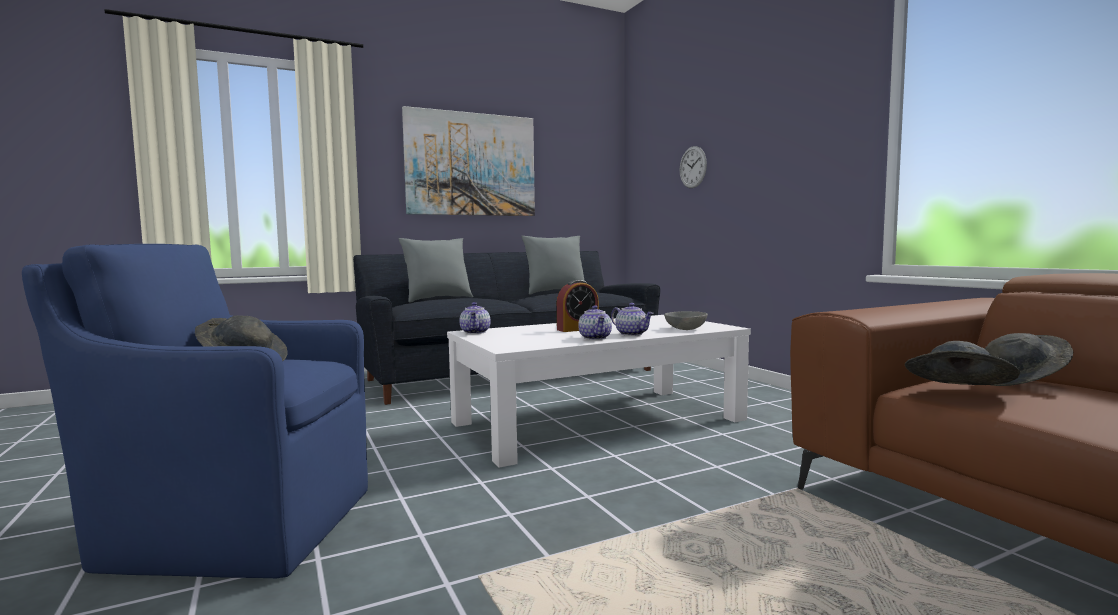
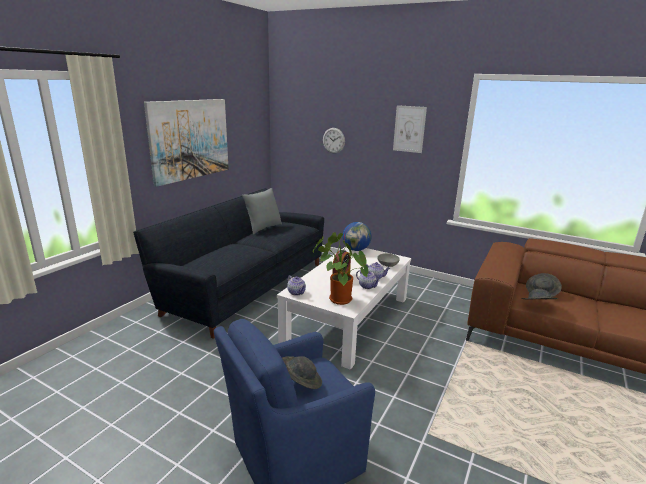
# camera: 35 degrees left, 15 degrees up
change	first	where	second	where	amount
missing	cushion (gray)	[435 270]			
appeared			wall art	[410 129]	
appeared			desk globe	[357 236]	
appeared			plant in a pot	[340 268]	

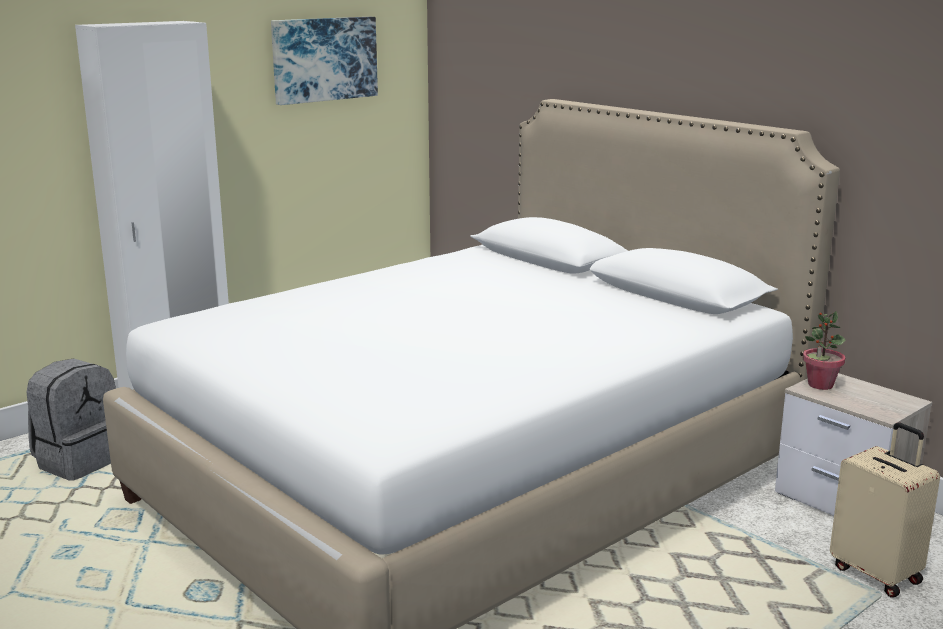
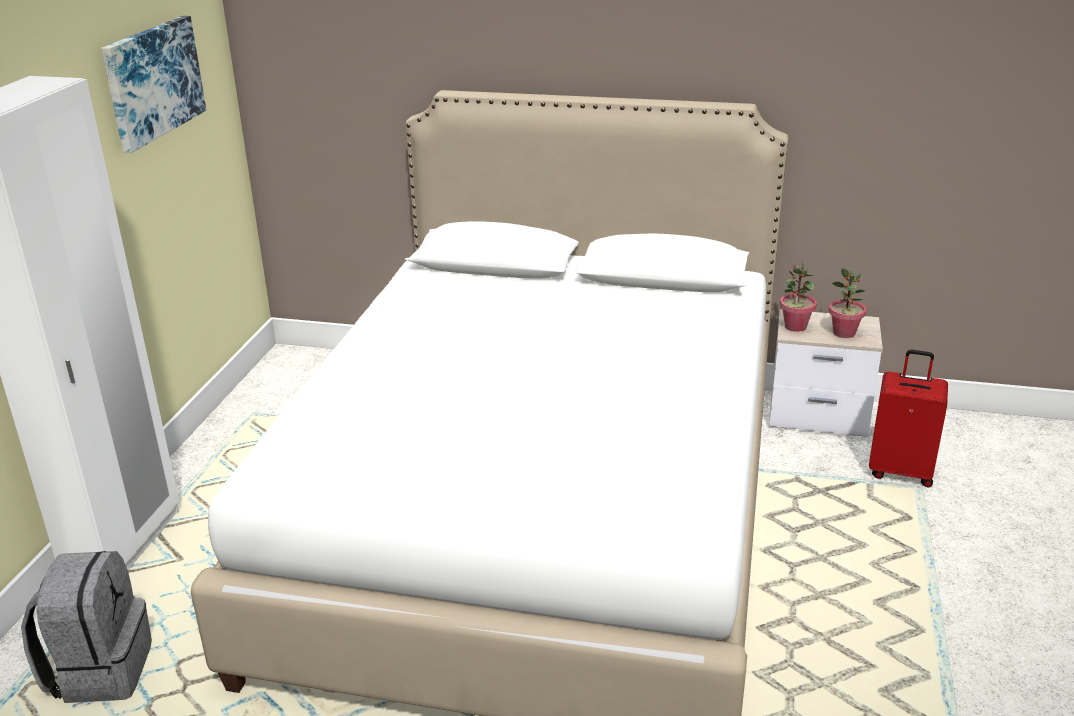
# camera: 35 degrees left, 10 degrees up
change	first	where	second	where	amount
colour	suitcase (sand-coloured)	[885 510]	suitcase (red)	[908 418]	
appeared			plant in a pot	[847 303]	

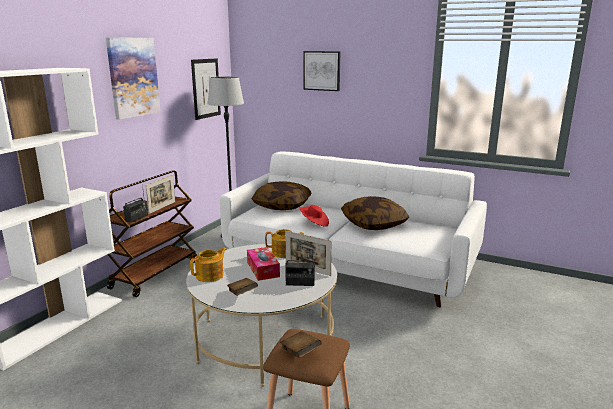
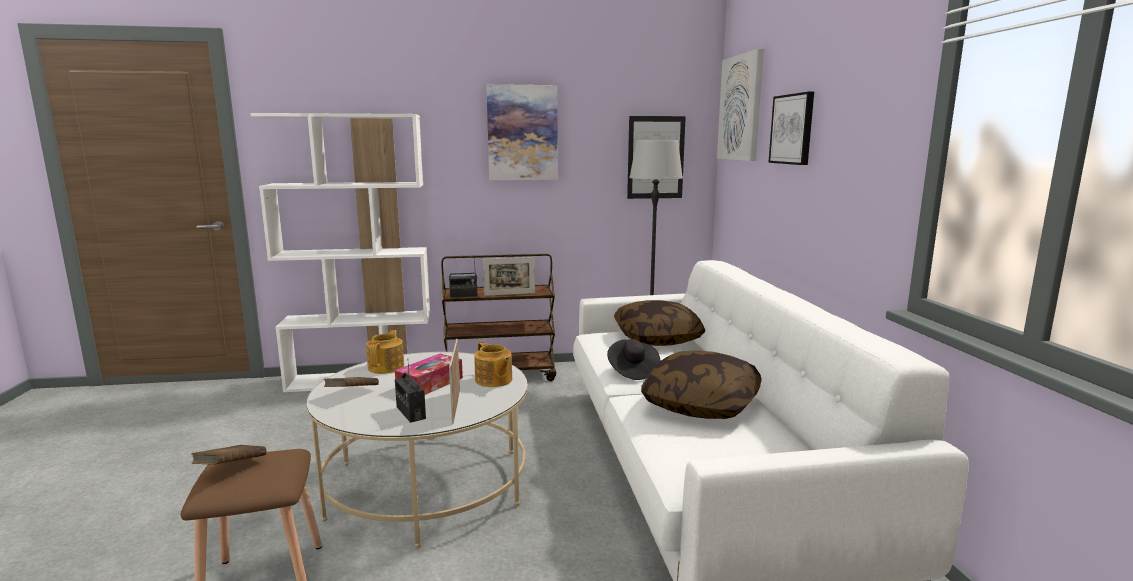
# camera: 55 degrees right, 5 degrees down
change	first	where	second	where	amount
colour	wearable hat (red)	[314 216]	wearable hat (black)	[633 359]	
spun	teapot	[208 264]		[385 352]	90 degrees counterclockwise
appeared			wall art	[740 105]	

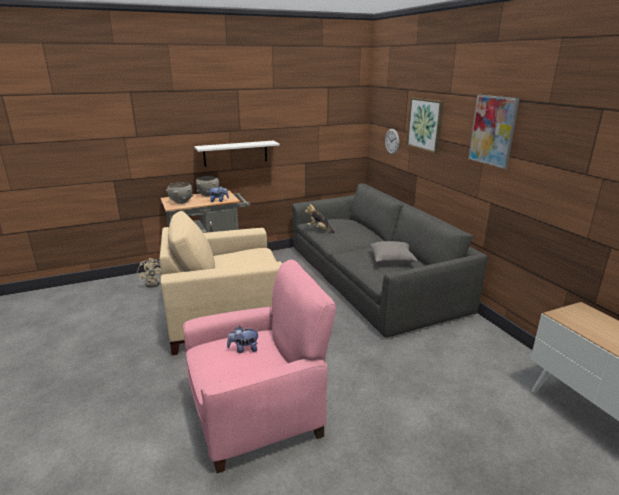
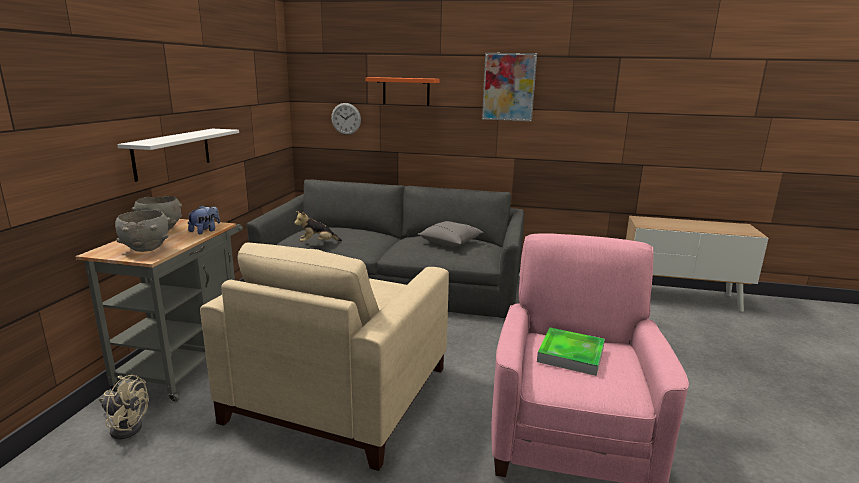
# camera: 55 degrees left, 5 degrees down
change	first	where	second	where	amount
exchanged	wall art	[425 125]	shelf (orange-coloured)	[402 91]	
exchanged	cuddly toy	[243 339]	carrying tray	[571 352]	

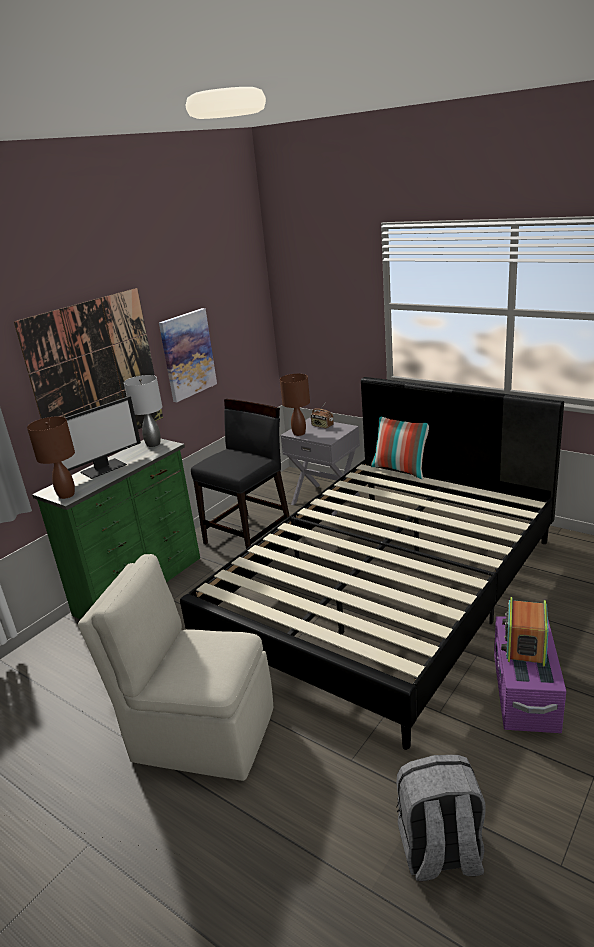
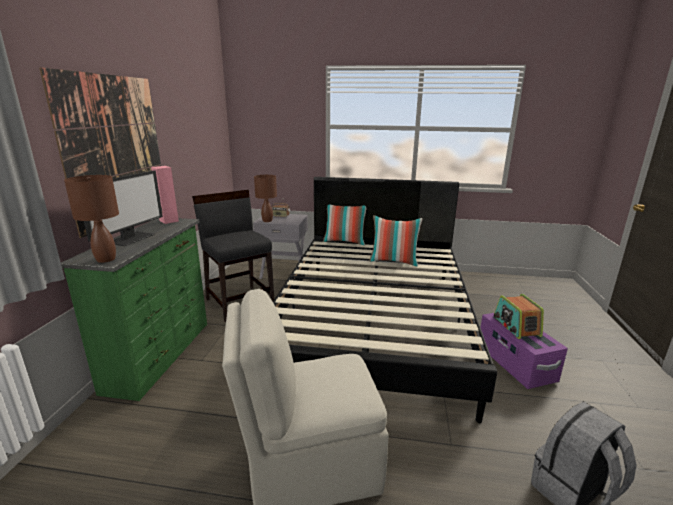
# camera: 30 degrees left, 5 degrees down
change	first	where	second	where	amount
missing	wall art	[188 355]			
exchanged	table lamp (gray)	[143 411]	loudspeaker (pink-coloured)	[165 195]	
spun	plain chair (black)	[240 474]		[233 256]	45 degrees counterclockwise
appeared			cushion	[396 241]	

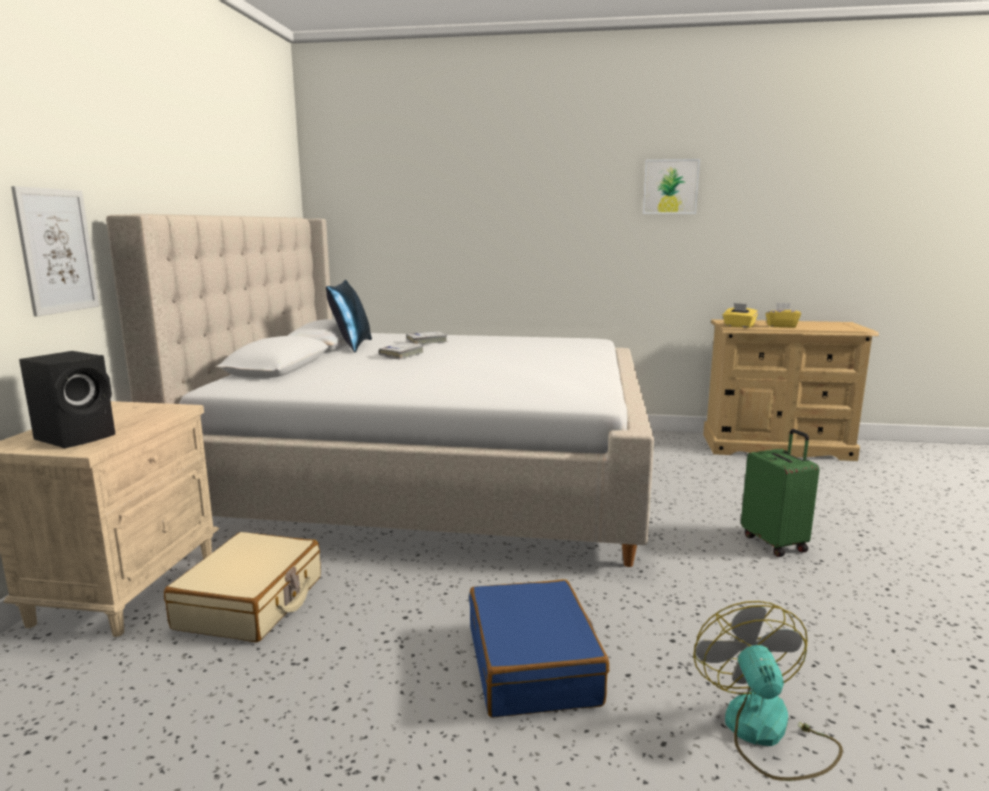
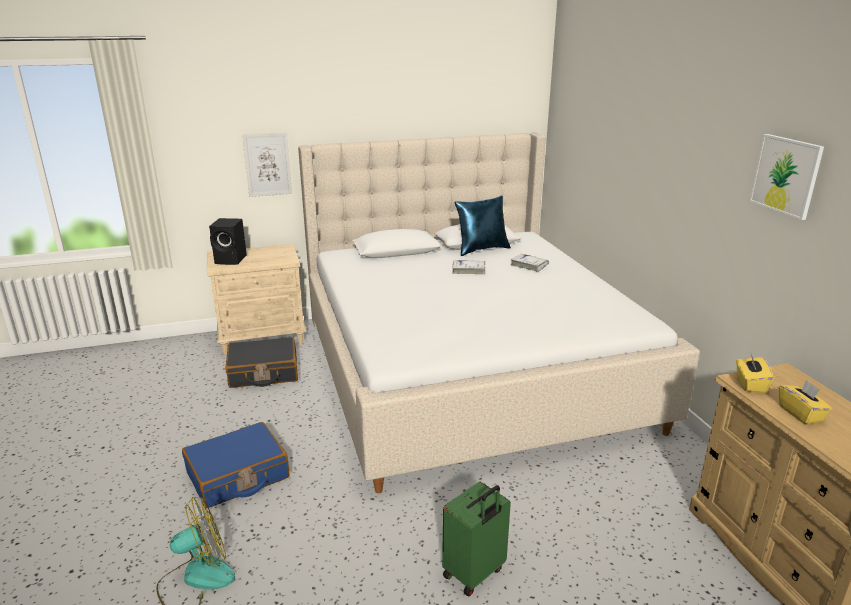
# camera: 65 degrees right, 10 degrees up
change	first	where	second	where	amount
colour	suitcase (sand-coloured)	[242 587]	suitcase (black)	[261 362]	

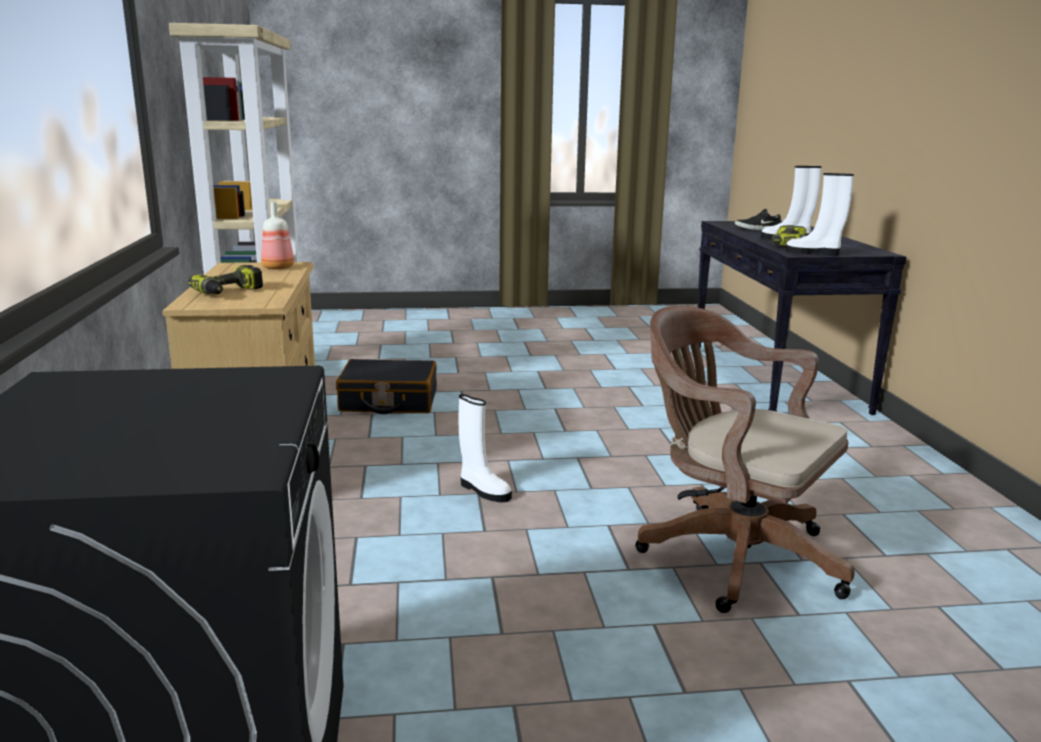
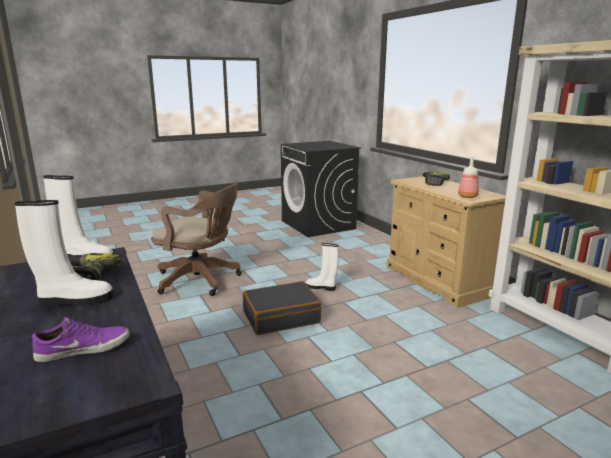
# camera: 160 degrees right, 0 degrees up
change	first	where	second	where	amount
colour	low shoe (black)	[758 219]	low shoe (purple)	[81 339]	
relocated	suitcase (black)	[386 386]		[282 308]	

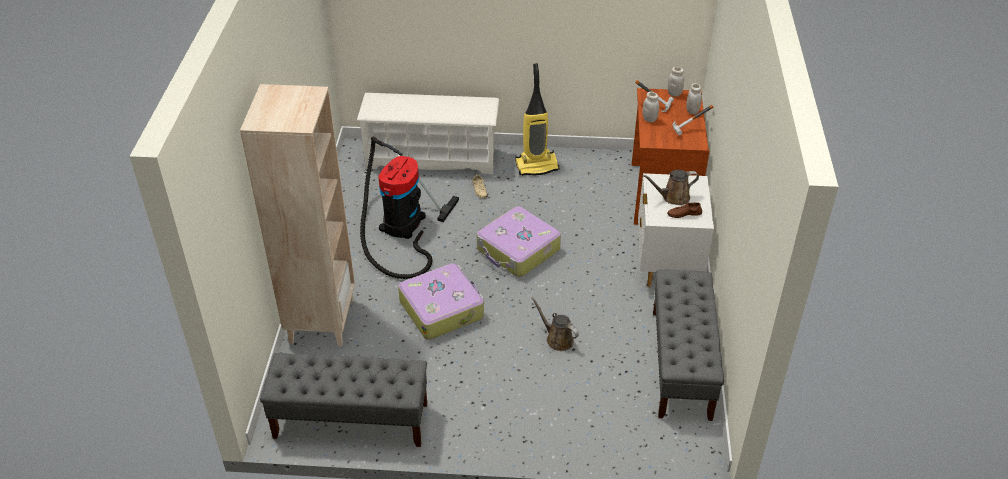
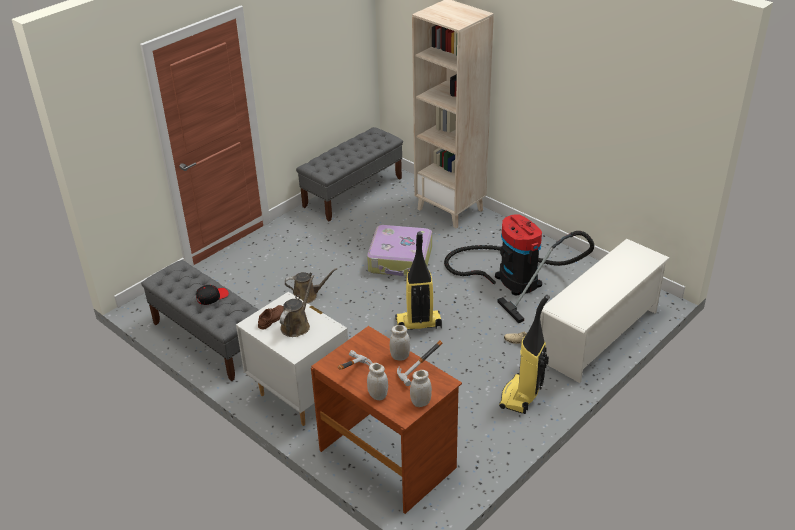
# camera: 130 degrees right, 5 degrees down
change	first	where	second	where	amount
exchanged	suitcase	[519 241]	hoover	[418 280]	
appeared			peaked cap (black)	[212 295]	

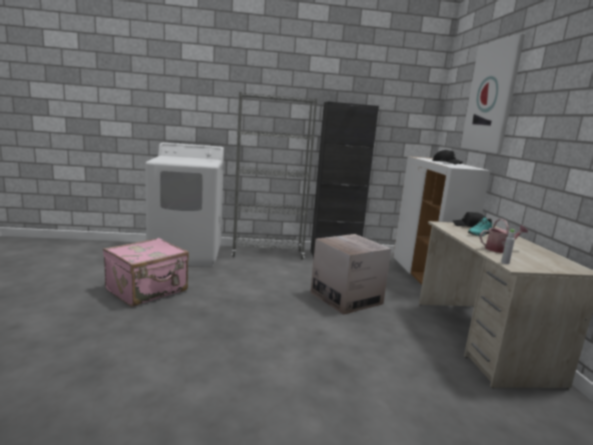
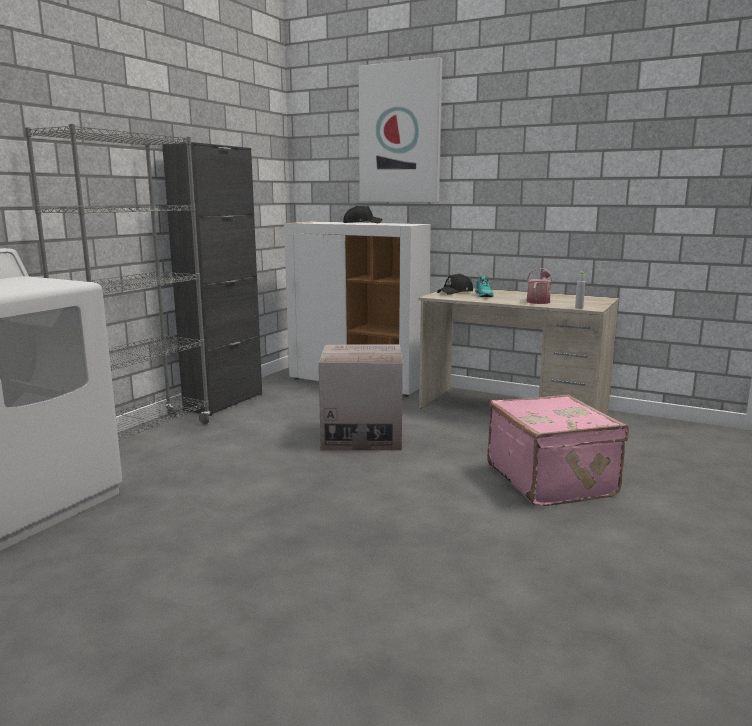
# camera: 55 degrees left, 0 degrees up
change	first	where	second	where	amount
relocated	suitcase (pink-coloured)	[146 272]		[558 450]	

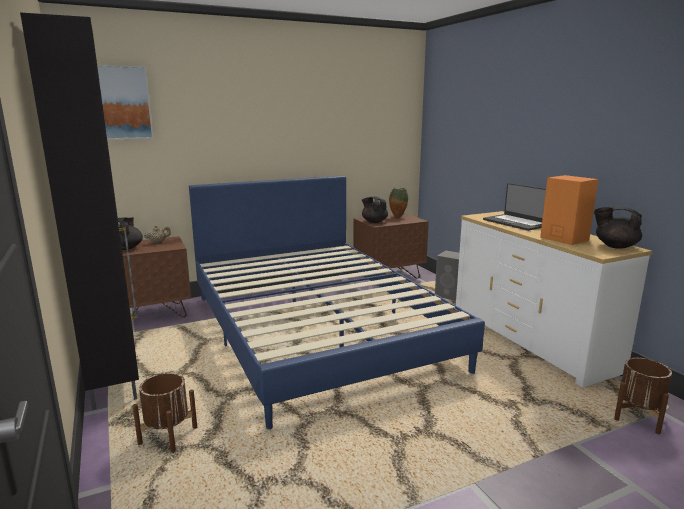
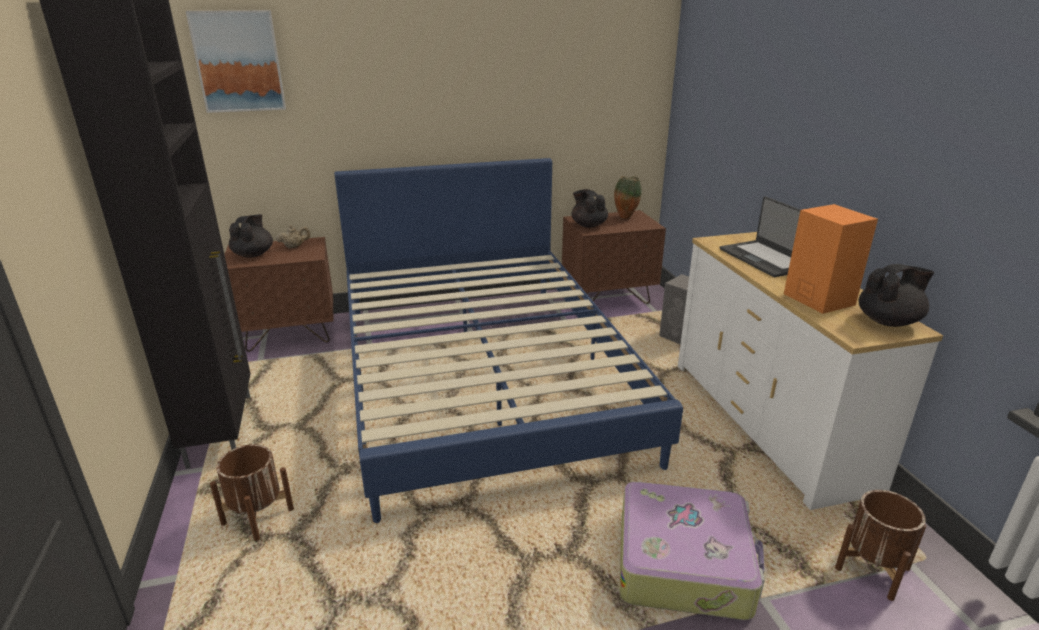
# camera: 10 degrees right, 10 degrees up
change	first	where	second	where	amount
spun	teapot (black)	[618 228]		[896 295]	120 degrees clockwise
appeared			suitcase	[692 551]	

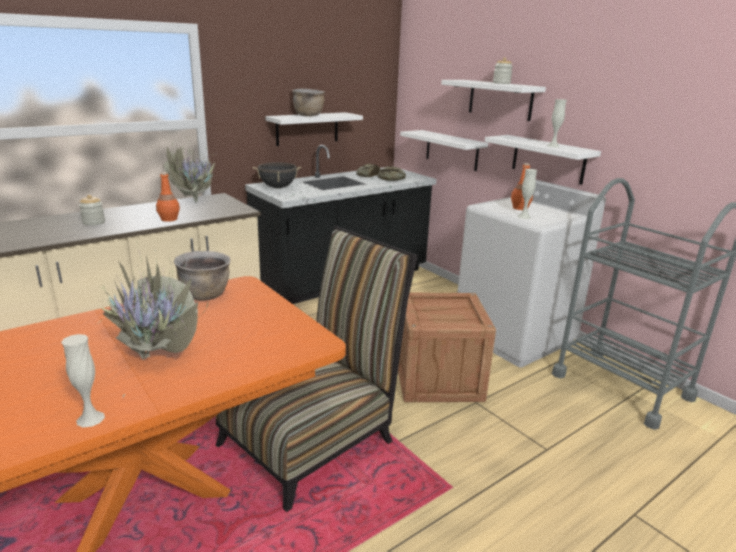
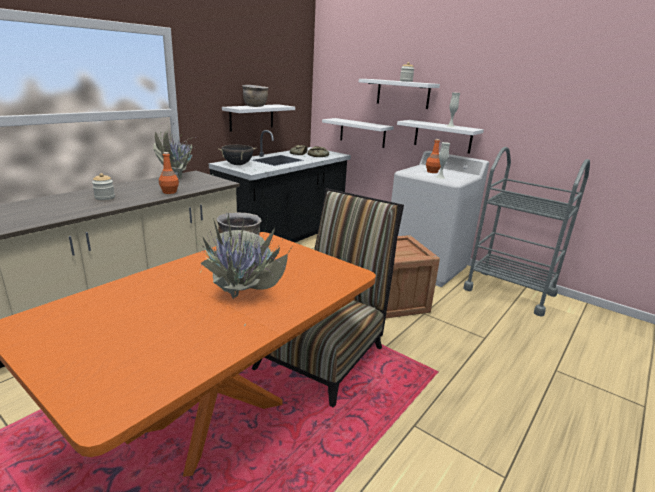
# camera: 15 degrees left, 0 degrees up
change	first	where	second	where	amount
missing	decorative vase (whitish)	[83 380]			

